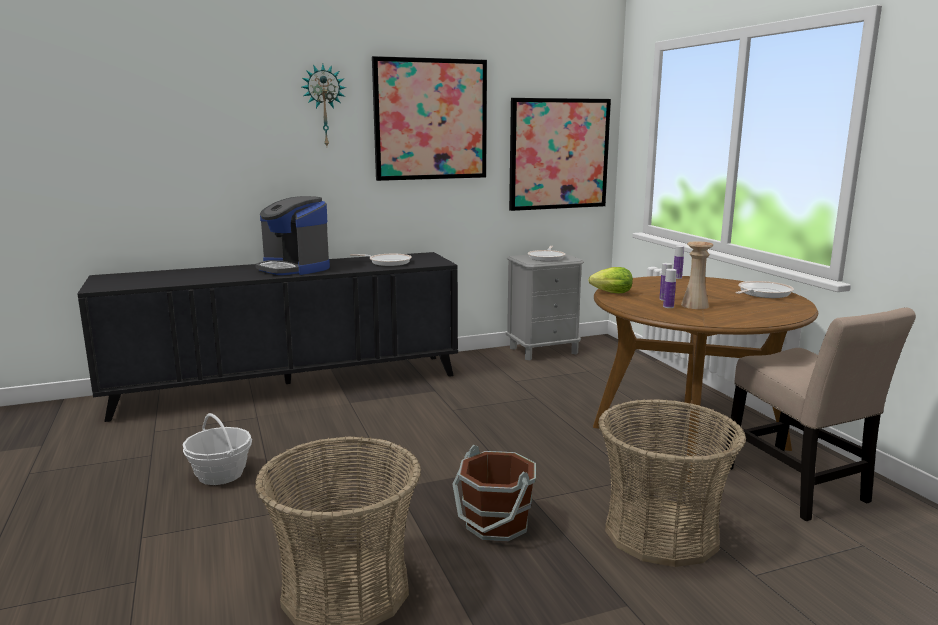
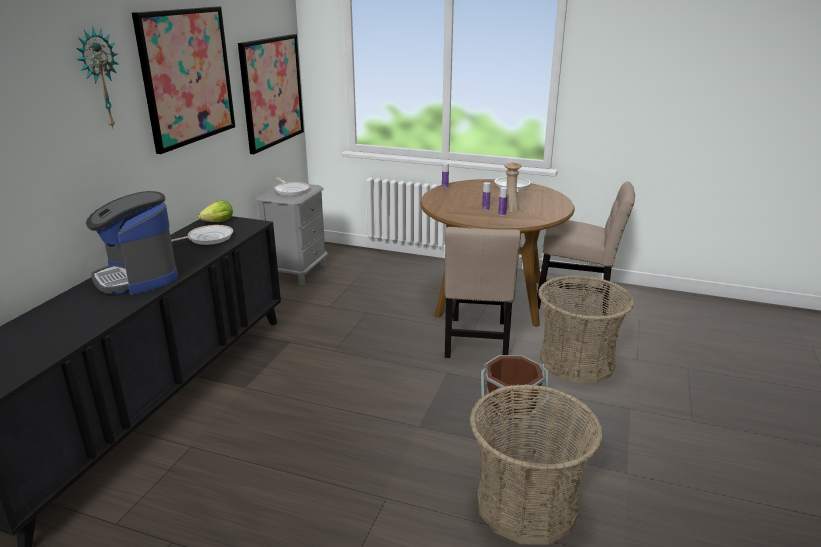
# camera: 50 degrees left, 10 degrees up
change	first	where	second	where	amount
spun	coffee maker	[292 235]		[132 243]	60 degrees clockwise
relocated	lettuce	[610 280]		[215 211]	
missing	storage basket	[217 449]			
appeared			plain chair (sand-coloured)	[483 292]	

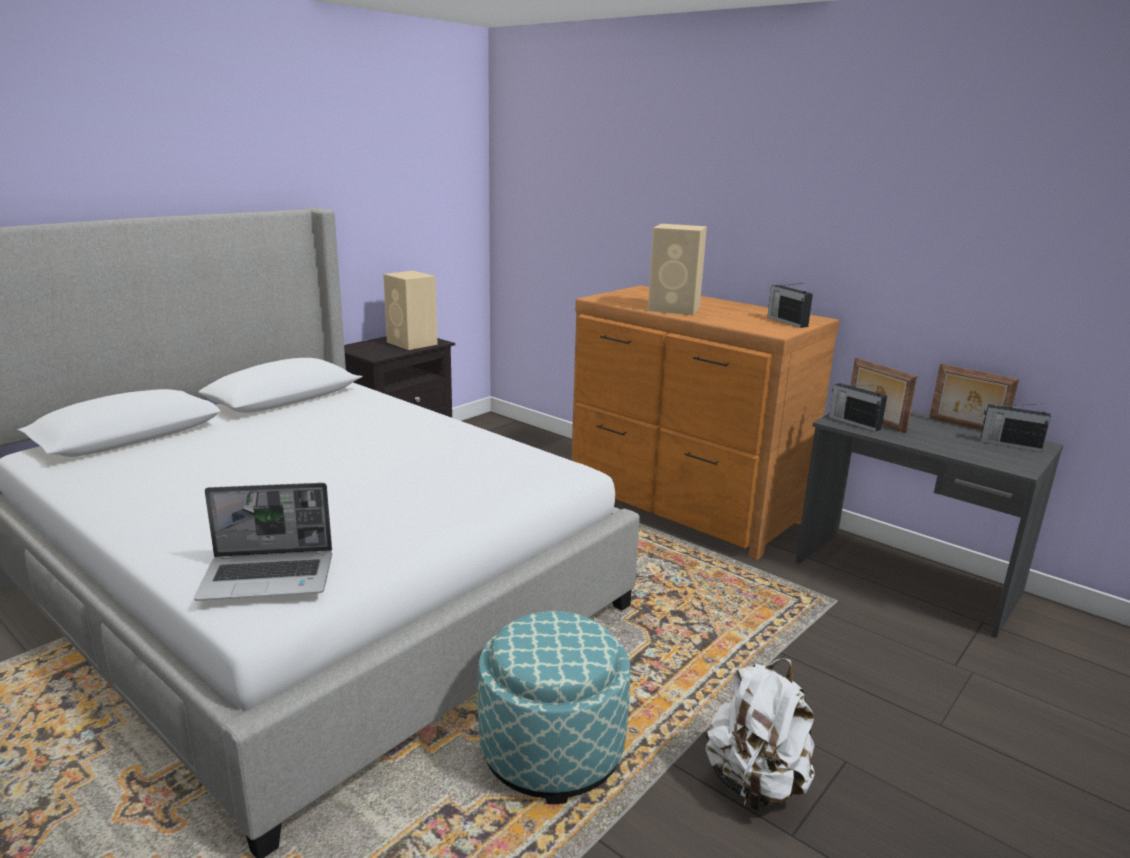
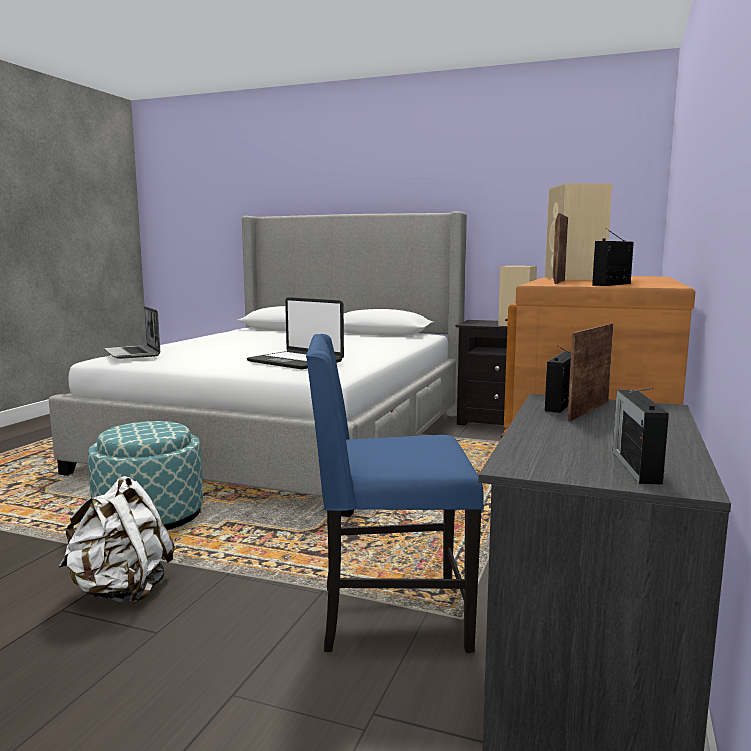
# camera: 70 degrees right, 10 degrees down
change	first	where	second	where	amount
relocated	standing frame	[974 396]		[560 248]	
appeared			notebook computer	[295 333]	
appeared			plain chair (blue-coloured)	[395 493]	

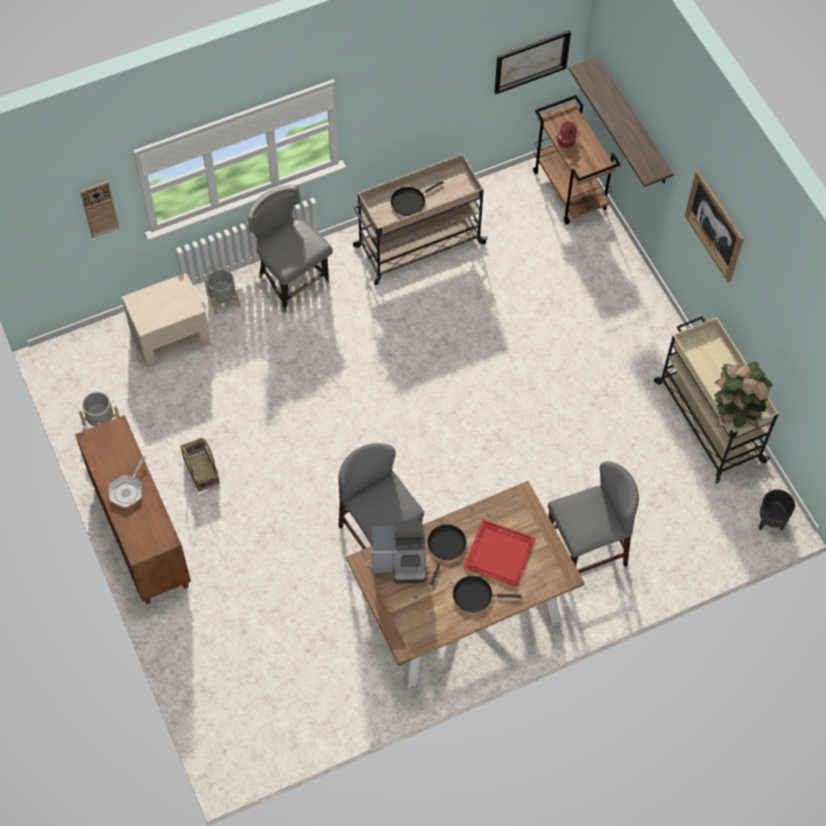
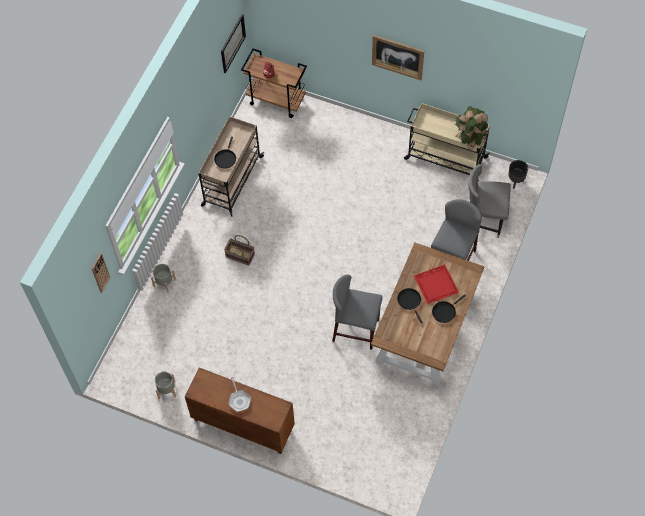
# camera: 40 degrees left, 0 degrees up
change	first	where	second	where	amount
missing	shelf	[621 122]			
relocated	plain chair (gray)	[290 249]		[489 201]	
missing	bedside table (sand-coloured)	[166 320]			
relocated	storage basket	[200 464]		[239 250]	
missing	coffee maker	[399 551]			

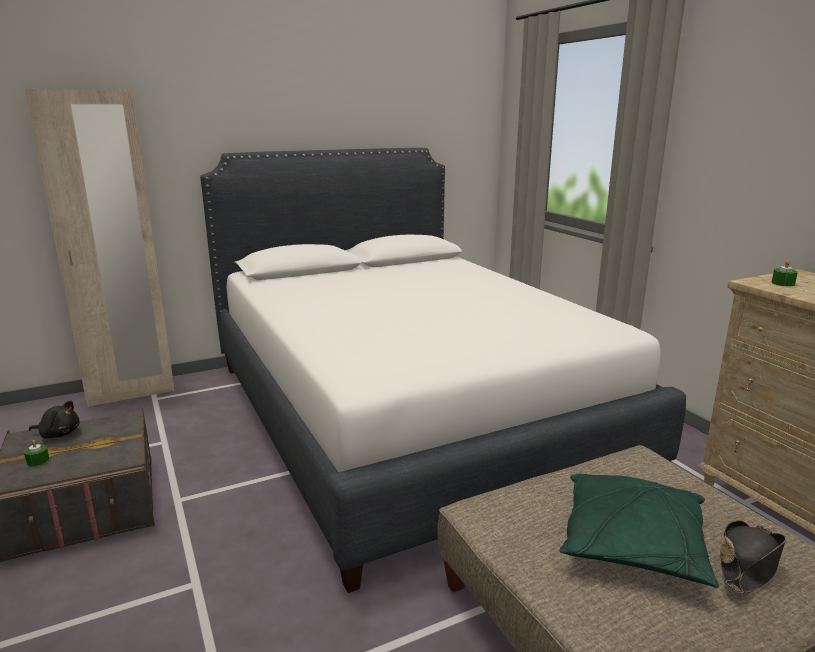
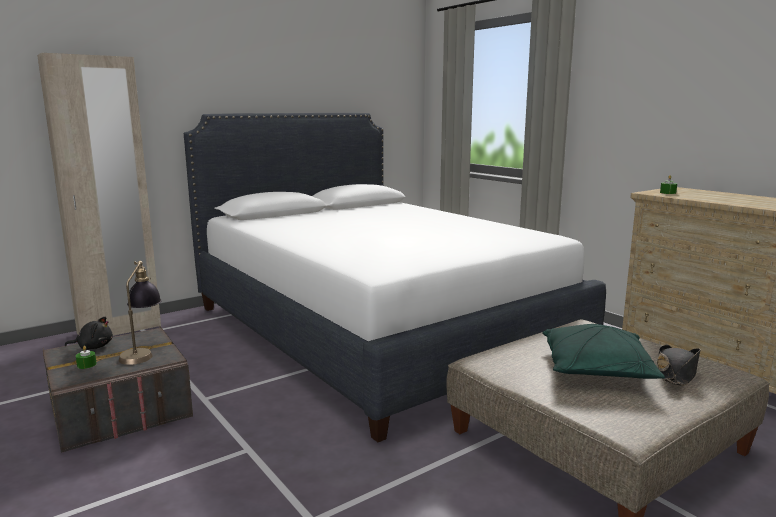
# camera: 10 degrees left, 5 degrees down
change	first	where	second	where	amount
appeared			table lamp	[140 313]	

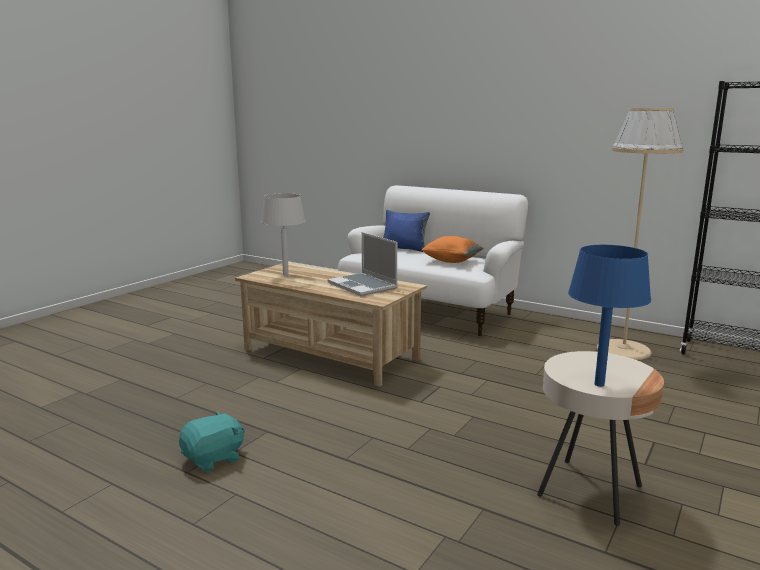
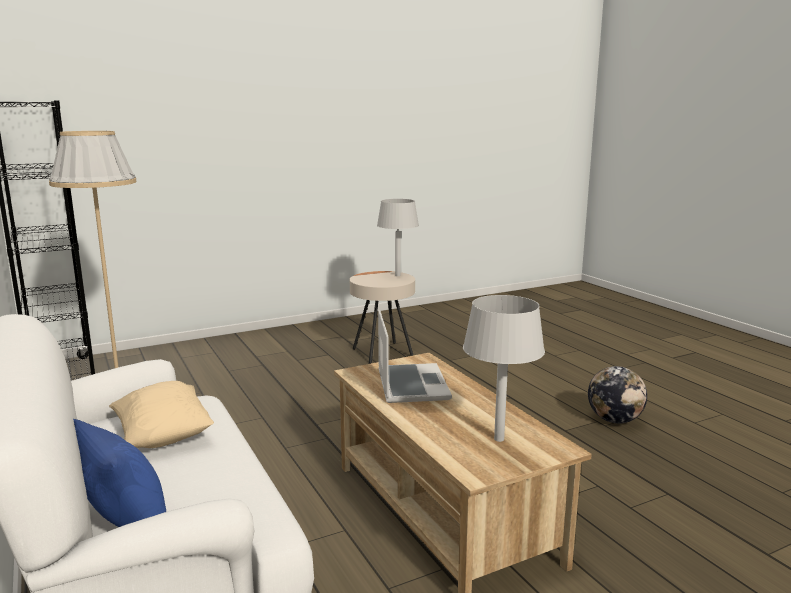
# camera: 150 degrees left, 0 degrees up
change	first	where	second	where	amount
colour	cushion (orange-coloured)	[453 249]	cushion (sand-coloured)	[161 414]	
colour	table lamp (blue-coloured)	[609 316]	table lamp (gray)	[398 237]	
exchanged	cuddly toy (turquoise-coloured)	[212 441]	desk globe	[617 395]	

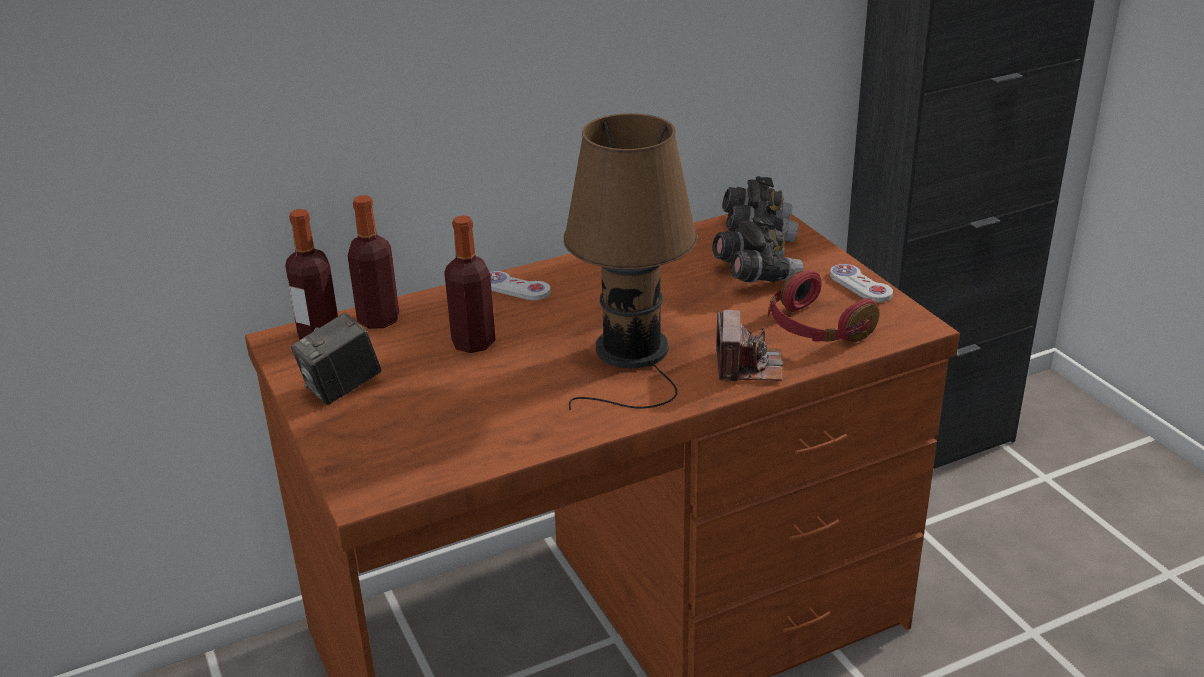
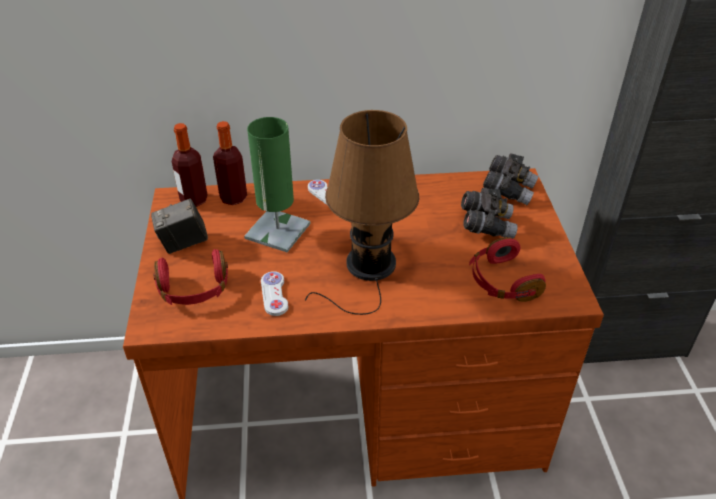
# camera: 20 degrees right, 10 degrees up
change	first	where	second	where	amount
exchanged	drink bottle	[470 284]	table lamp (green-coloured)	[277 184]	
relocated	gamepad (whitish)	[861 283]		[275 293]	
missing	still camera	[749 346]			
appeared			headphones (red)	[190 277]	

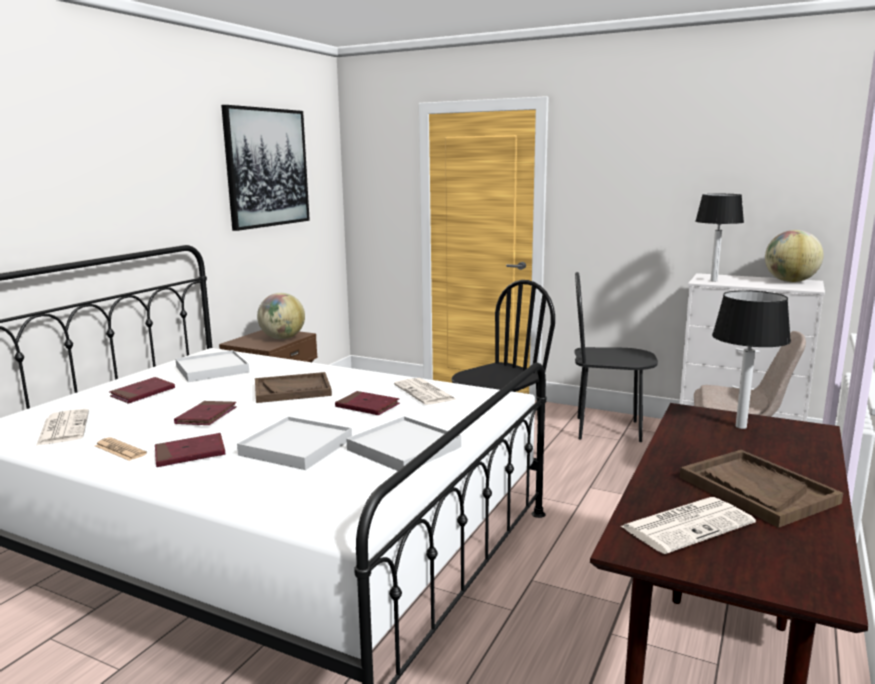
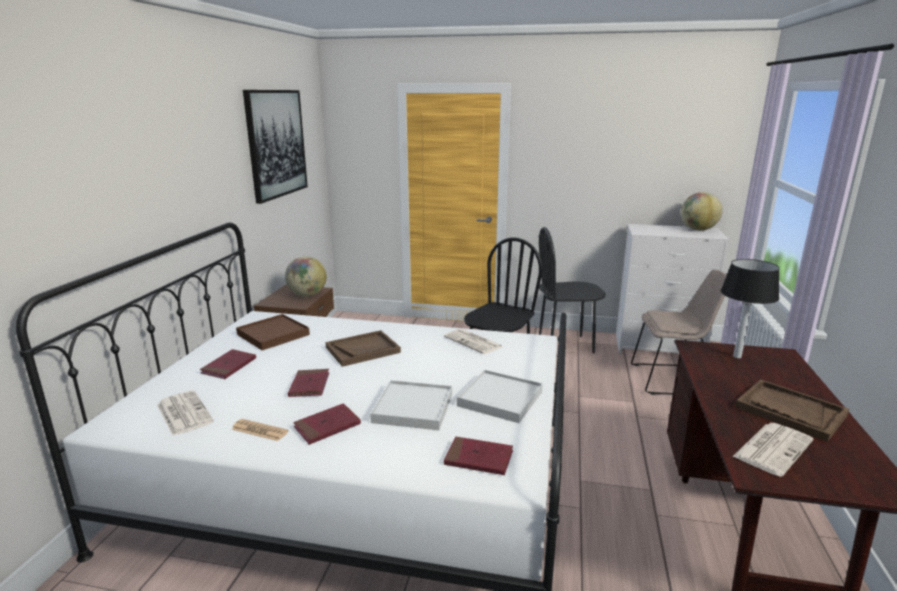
# camera: 15 degrees left, 5 degrees up
change	first	where	second	where	amount
missing	table lamp	[719 237]			
colour	carrying tray (whitish)	[212 366]	carrying tray (brown-coloured)	[273 332]	
relocated	book (red)	[367 403]		[478 456]	

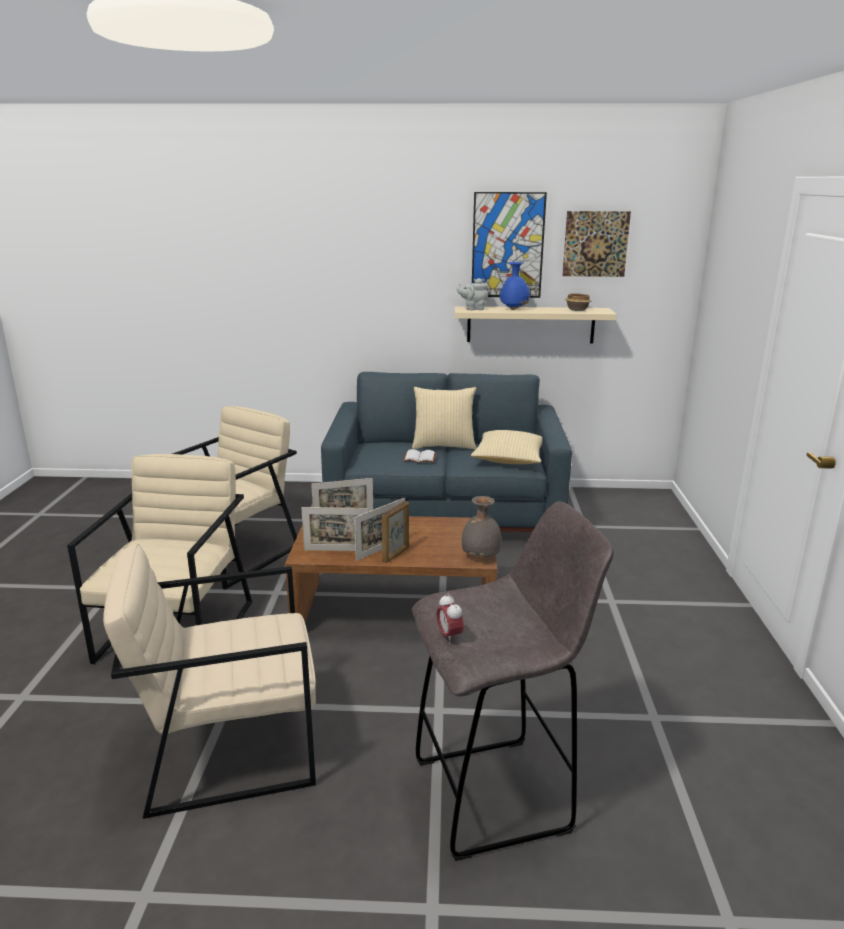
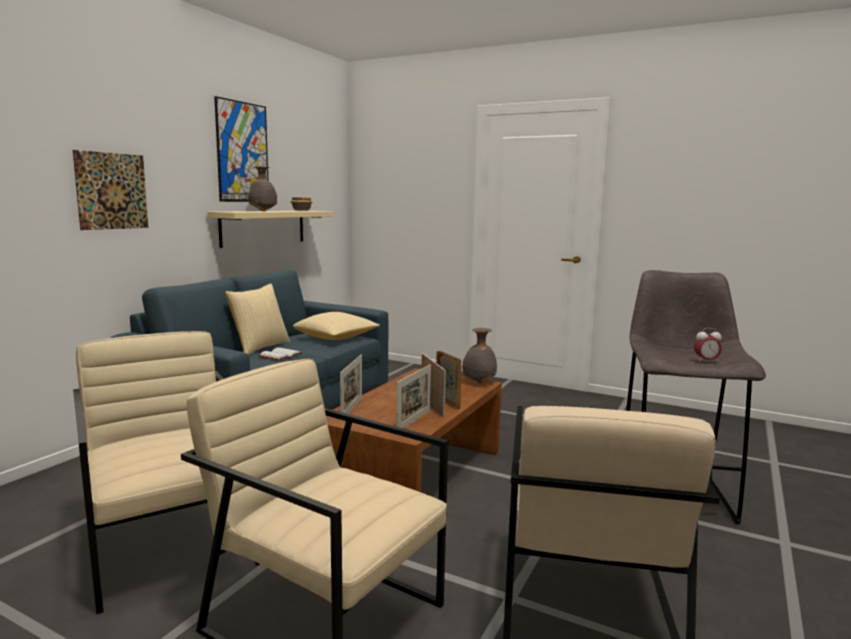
# camera: 65 degrees left, 10 degrees down
change	first	where	second	where	amount
relocated	wall art	[596 244]		[110 190]	
colour	decorative vase (blue-coloured)	[515 286]	decorative vase (gray)	[263 188]	
missing	teapot (gray)	[472 294]			

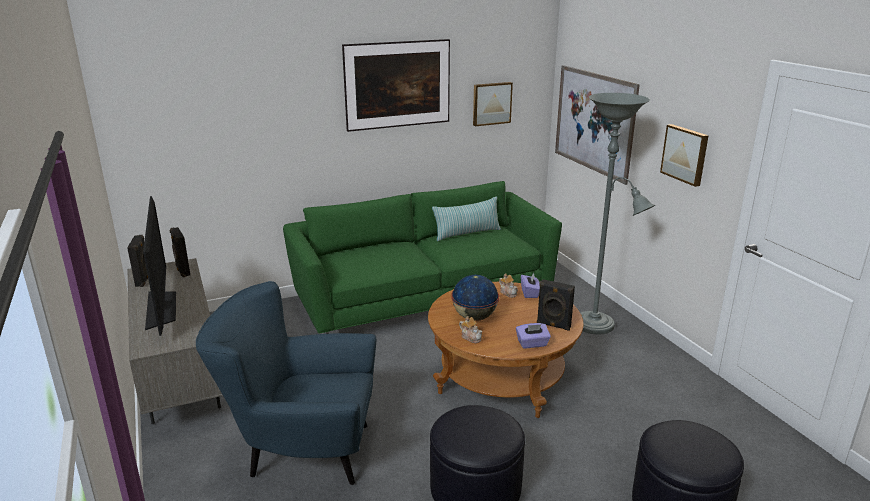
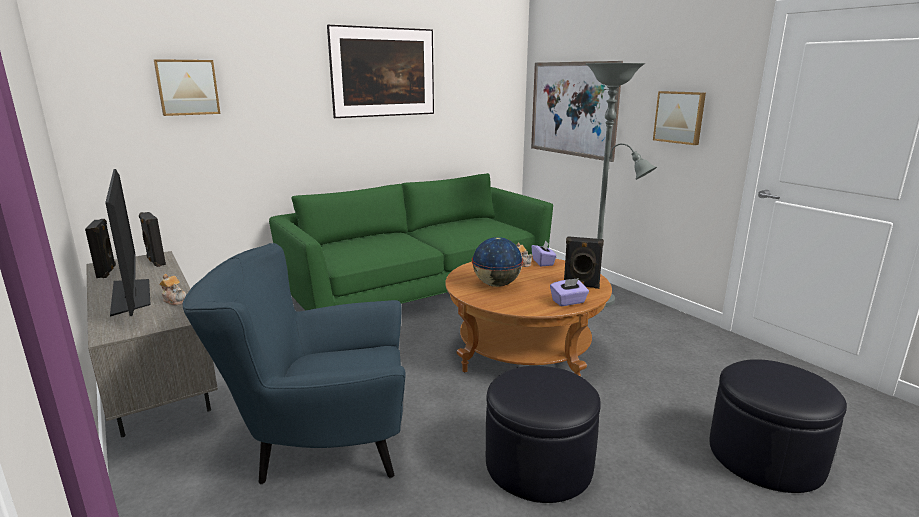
# camera: 10 degrees left, 5 degrees down
change	first	where	second	where	amount
relocated	wall art	[493 104]		[187 87]	
missing	cushion	[466 219]			
relocated	teapot	[471 329]		[172 289]	

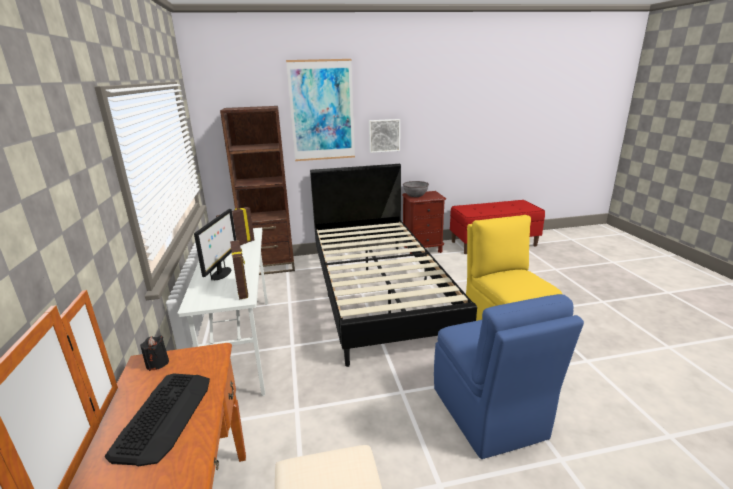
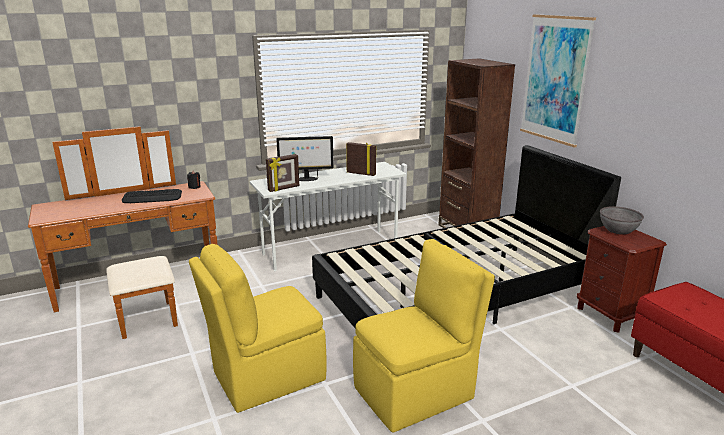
# camera: 75 degrees right, 0 degrees up
change	first	where	second	where	amount
missing	wall art	[384 136]			
colour	plain chair (blue-coloured)	[509 376]	plain chair (yellow-coloured)	[258 328]	

